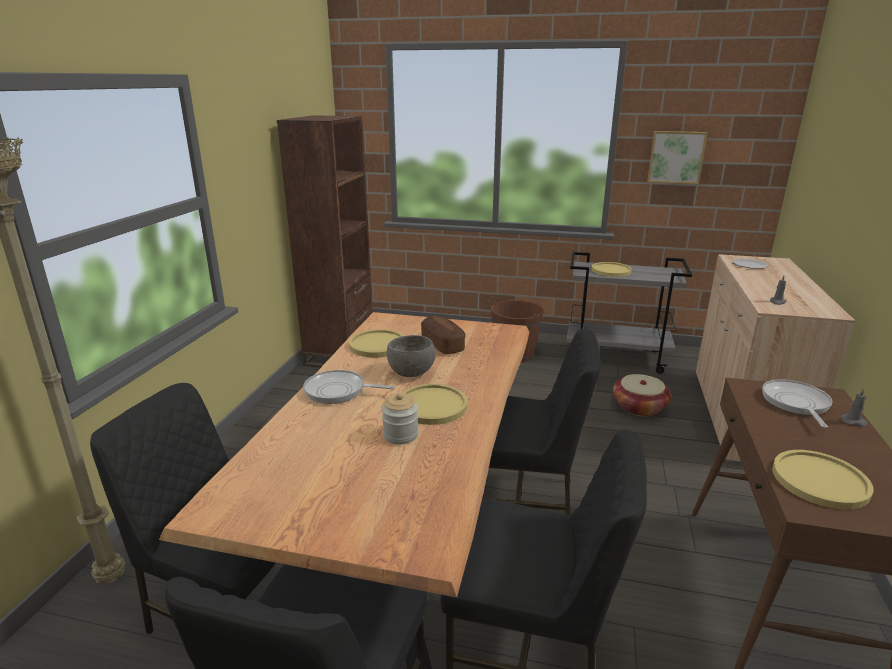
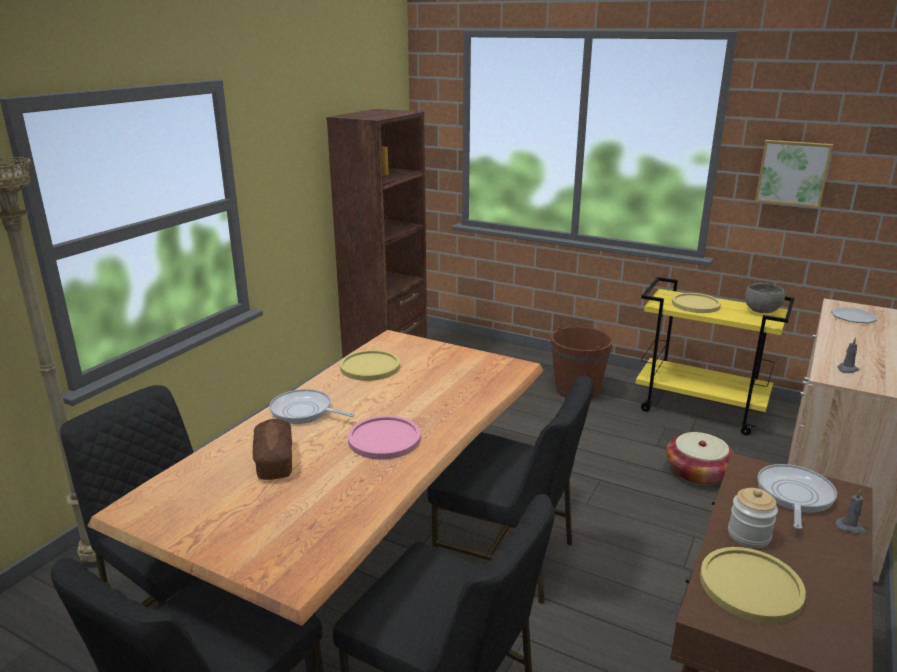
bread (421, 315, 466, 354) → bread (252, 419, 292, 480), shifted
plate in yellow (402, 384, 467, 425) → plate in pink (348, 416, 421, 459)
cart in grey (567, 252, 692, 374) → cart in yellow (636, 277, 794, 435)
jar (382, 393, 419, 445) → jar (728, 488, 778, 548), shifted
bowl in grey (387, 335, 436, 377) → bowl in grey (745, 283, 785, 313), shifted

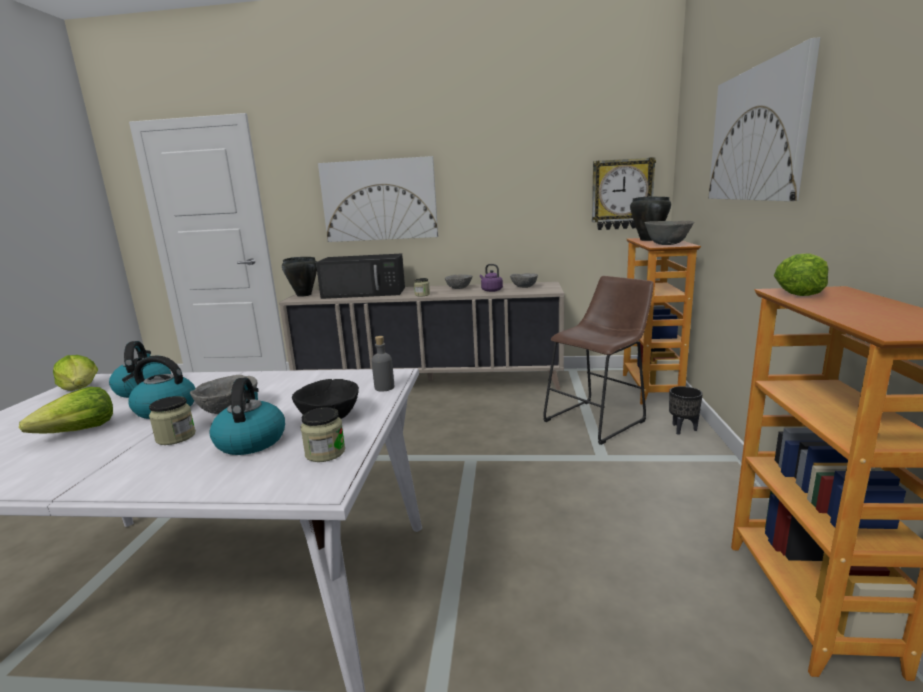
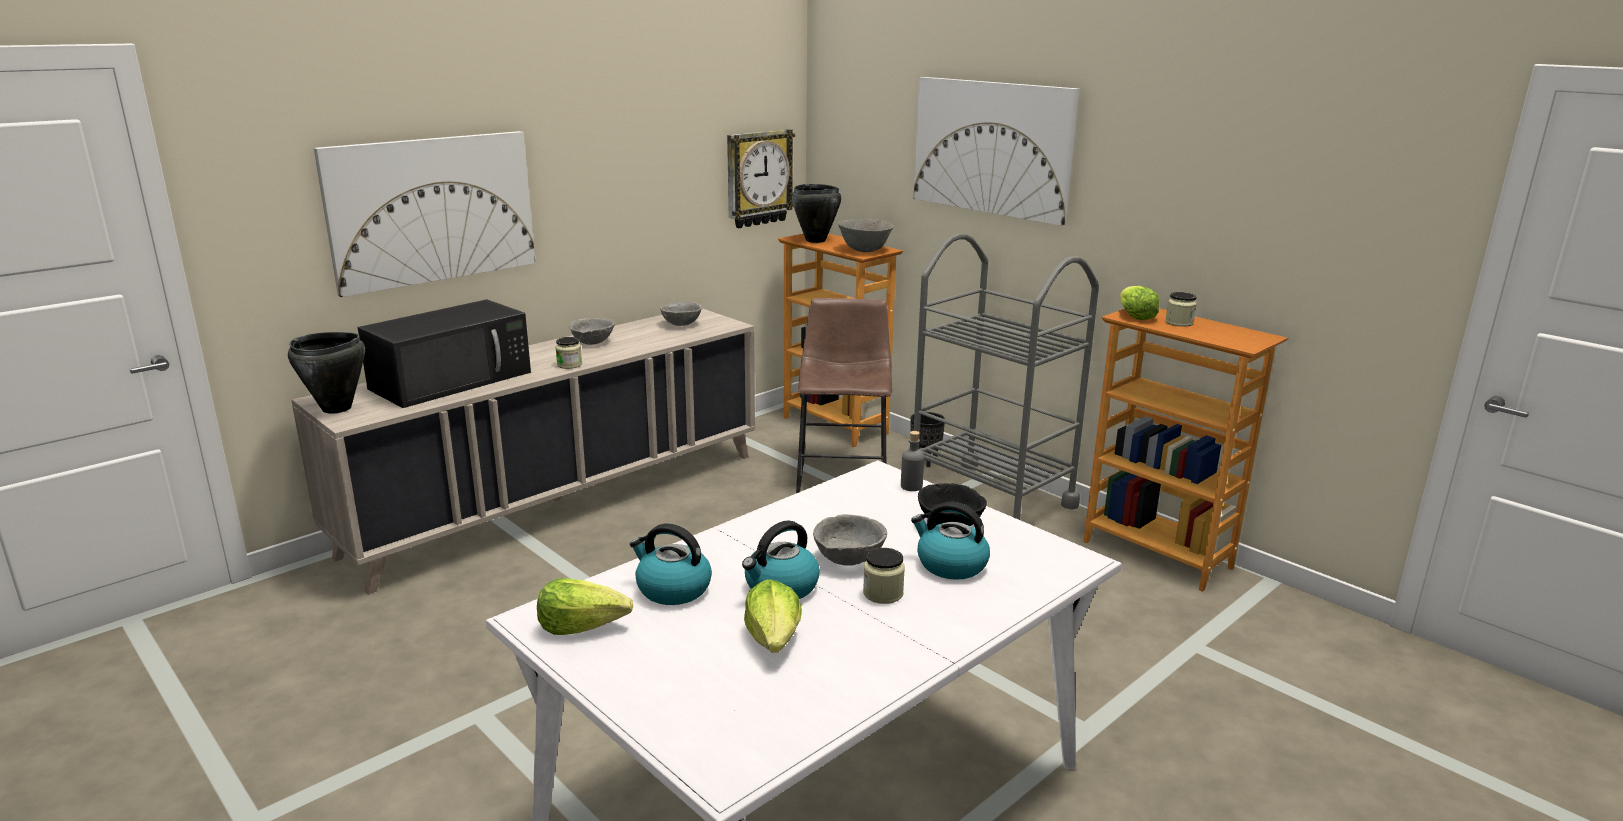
- → cart in grey (914, 233, 1099, 520)
jar (301, 407, 345, 462) → jar (1165, 292, 1197, 327), shifted
kettle in purple (480, 264, 503, 292) → -

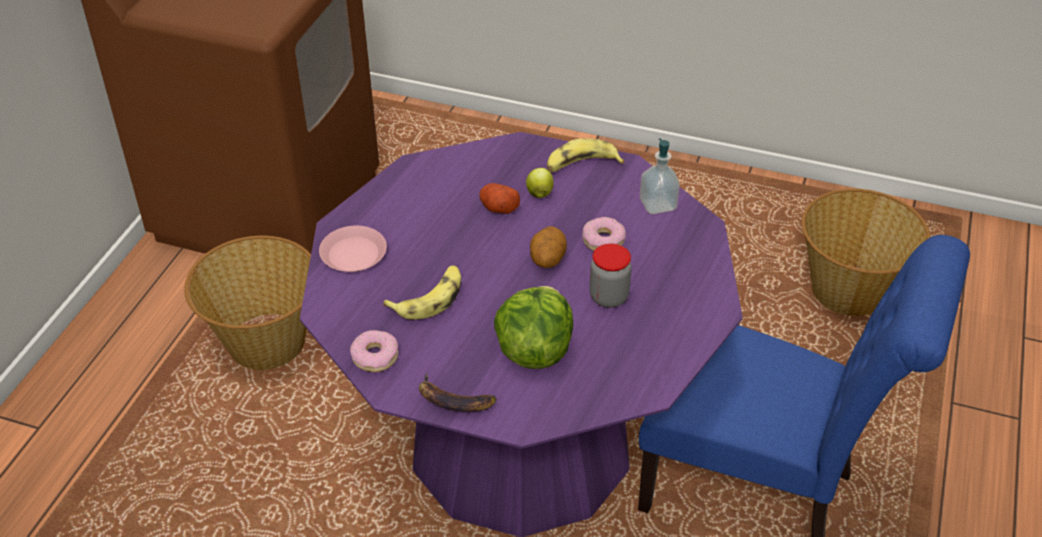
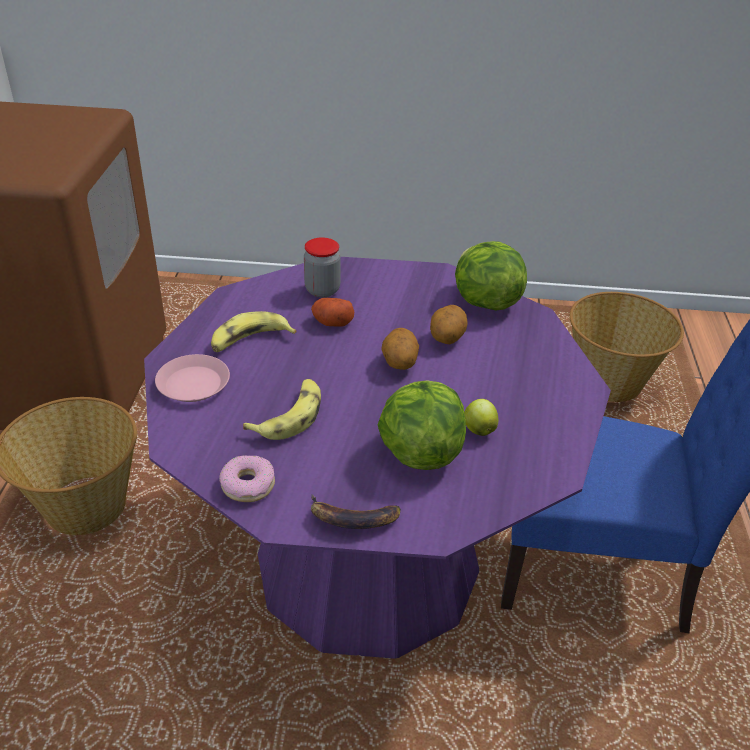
banana (547, 138, 624, 172) → banana (211, 311, 297, 352), shifted
jar (589, 244, 632, 308) → jar (304, 237, 340, 297), shifted
donut (582, 217, 626, 251) → potato (430, 305, 468, 344)
soap dispenser (639, 138, 680, 214) → lettuce (455, 241, 527, 311)
apple (526, 168, 554, 198) → apple (464, 399, 498, 436), shifted

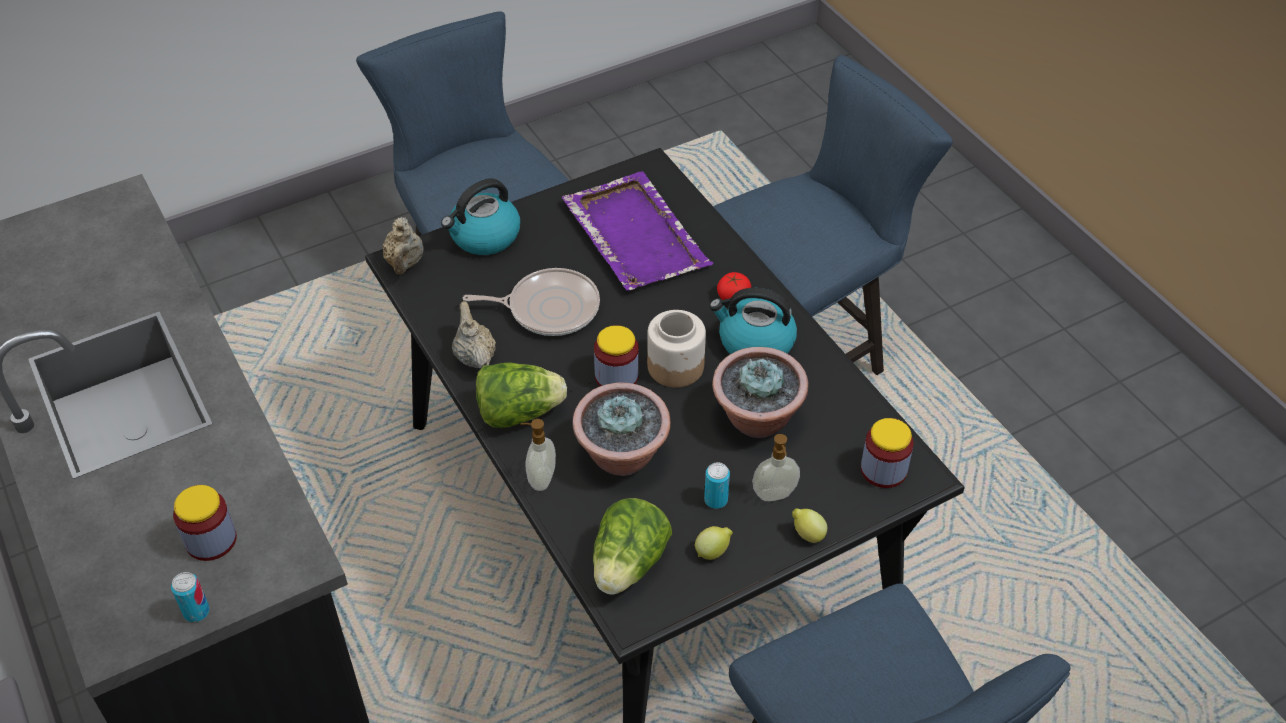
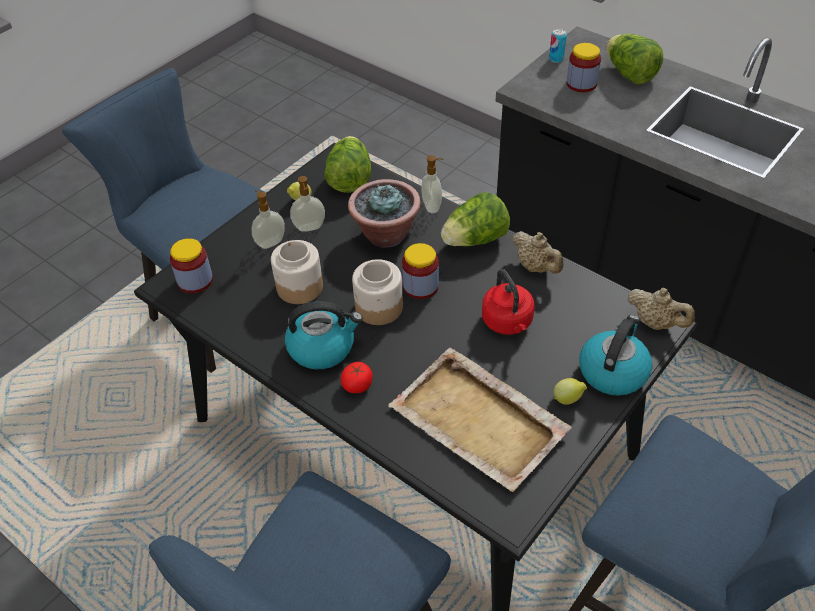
potted plant (712, 347, 808, 438) → jar (271, 240, 323, 304)
can (704, 462, 730, 509) → soap dispenser (290, 176, 325, 232)
tray in purple (562, 171, 713, 291) → tray in beige (388, 348, 571, 492)
frying pan (463, 268, 600, 336) → kettle in red (482, 269, 534, 335)
lemon (792, 508, 827, 543) → lemon (553, 378, 587, 405), shifted
- → lettuce (606, 34, 663, 85)
teapot in beige (383, 217, 424, 275) → teapot in beige (627, 288, 695, 330), 150 degrees clockwise

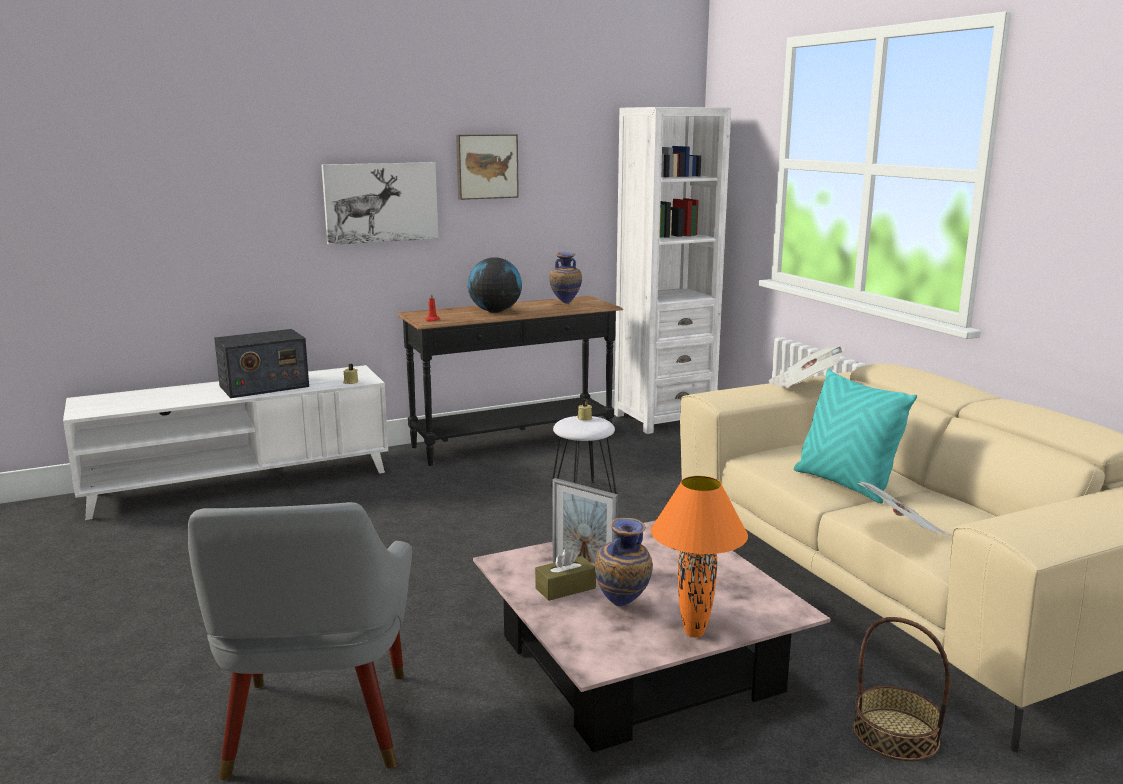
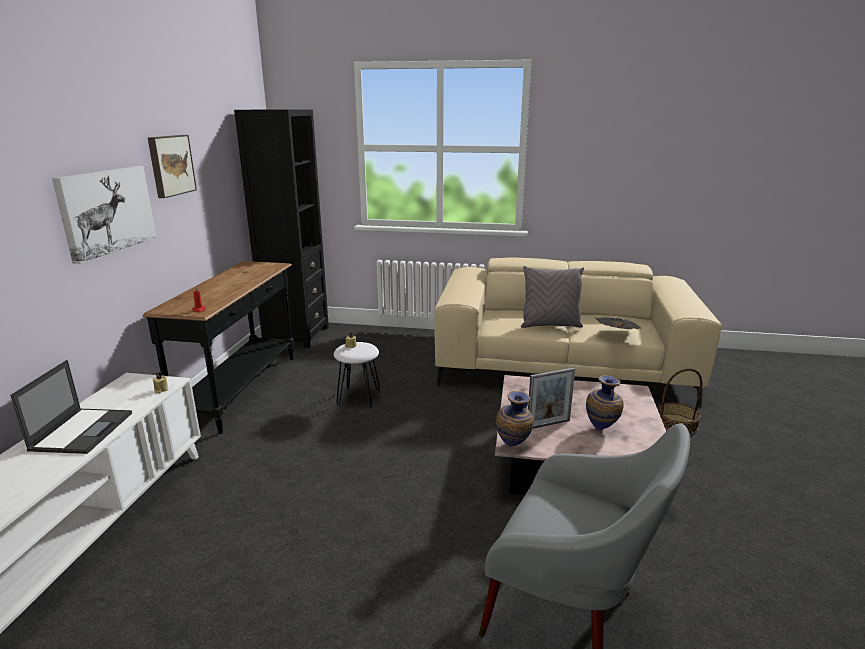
radio (214, 329, 309, 398) → laptop (10, 360, 132, 454)
bookcase in white (614, 107, 731, 434) → bookcase in black (234, 109, 329, 348)
vase (550, 252, 582, 304) → vase (496, 391, 534, 446), shifted
pillow in turquoise (794, 369, 917, 503) → pillow in grey (521, 266, 584, 328)
globe (468, 257, 522, 313) → -
tissue box in brown (535, 547, 596, 601) → -
table lamp in orange (651, 476, 748, 638) → -
newspaper (768, 346, 846, 388) → -

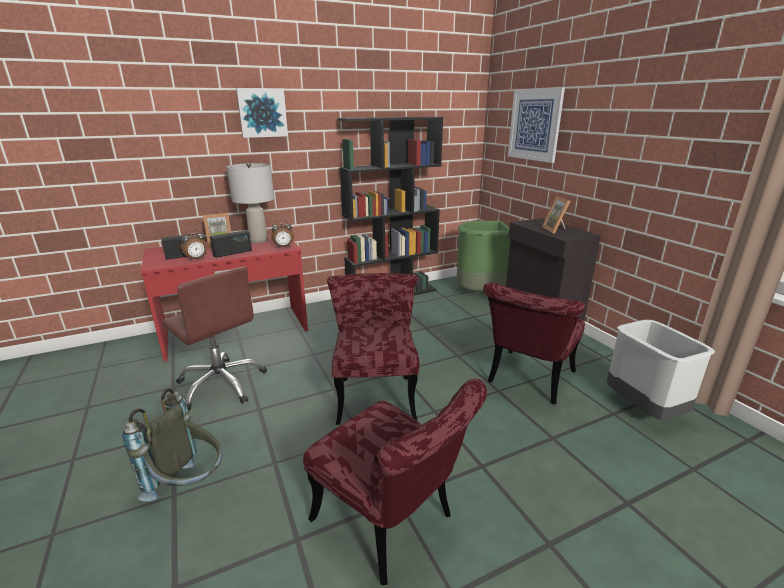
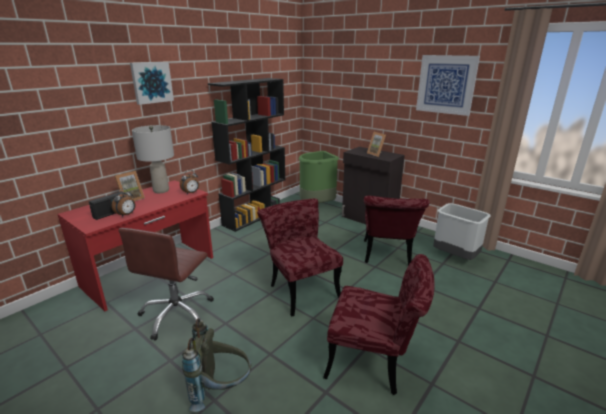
office chair in brown (162, 266, 267, 411) → office chair in brown (118, 228, 214, 340), 90 degrees clockwise
picture (508, 88, 565, 163) → picture (416, 55, 480, 116), shifted
radio (210, 230, 252, 258) → -

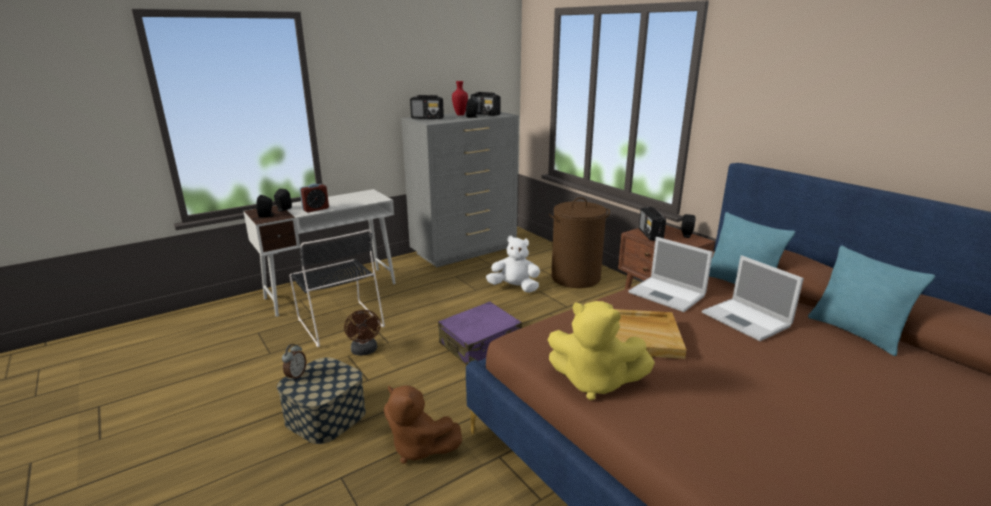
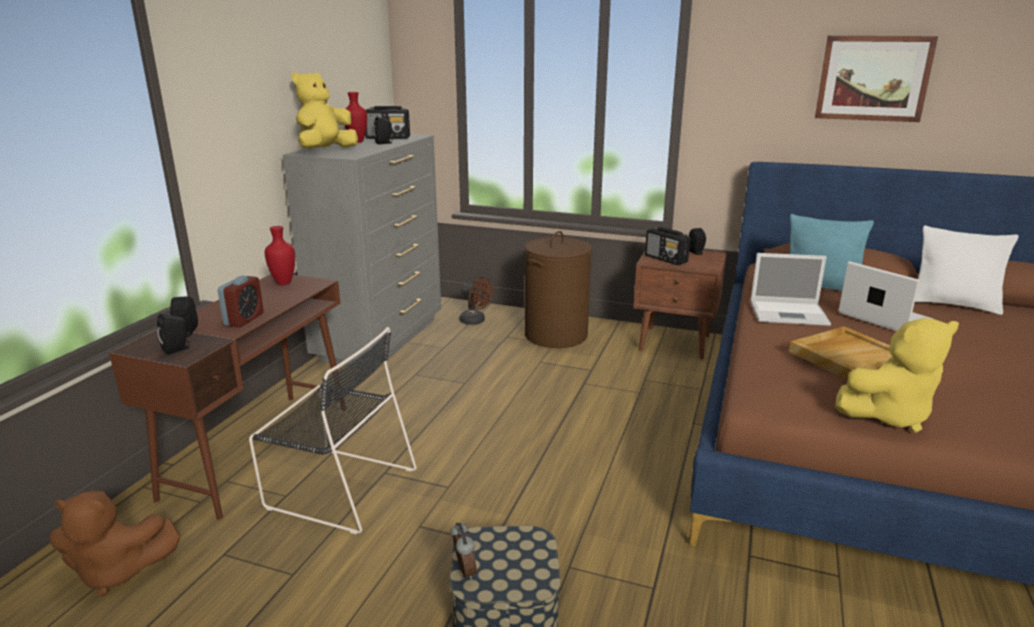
plush toy in brown (384, 385, 462, 464) → plush toy in brown (50, 490, 181, 597), shifted
desk in white (243, 189, 396, 317) → desk in brown (109, 274, 346, 520)
- → vase in red (265, 226, 295, 285)
radio (410, 95, 444, 119) → plush toy in yellow (292, 72, 358, 149)
fan in brown (344, 310, 381, 356) → fan in brown (460, 277, 493, 325), shifted
- → picture (815, 36, 938, 122)
laptop (702, 255, 804, 341) → laptop (839, 261, 933, 331), 150 degrees counterclockwise
pillow in turquoise (808, 246, 935, 356) → pillow in white (915, 225, 1019, 315)
suitcase in purple (438, 301, 522, 366) → -
plush toy in white (486, 236, 540, 293) → -

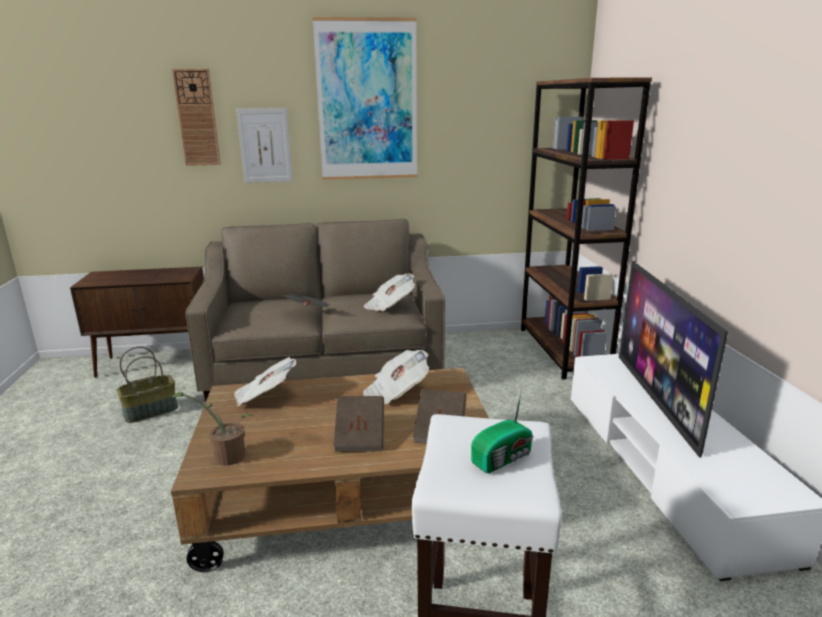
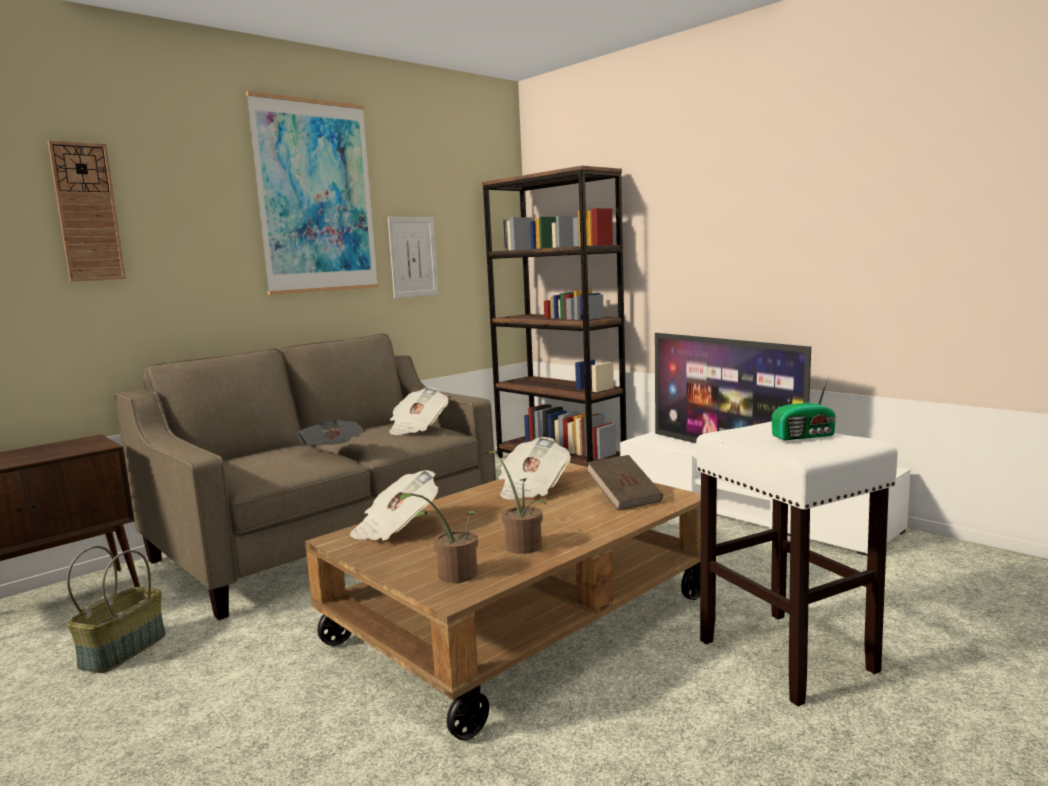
picture (236, 108, 293, 183) → picture (388, 217, 439, 298), shifted
- → potted plant (487, 450, 547, 554)
radio (471, 389, 533, 473) → radio (772, 377, 836, 441), 60 degrees clockwise
book in brown (333, 396, 384, 452) → -

